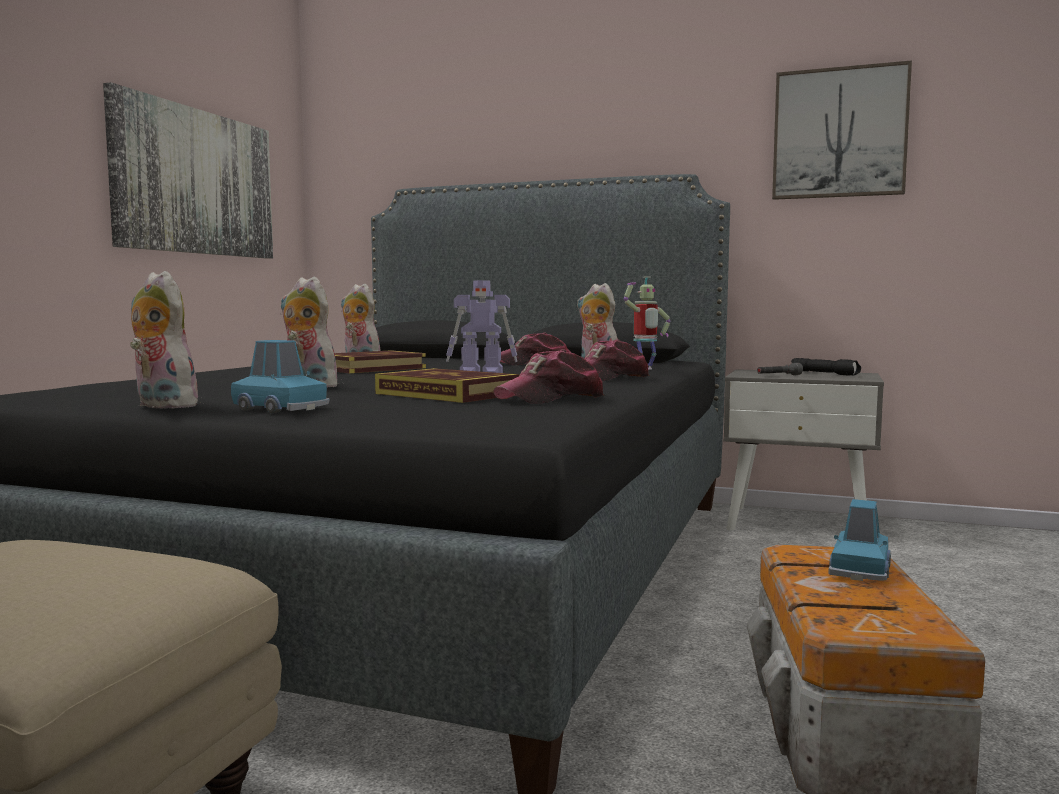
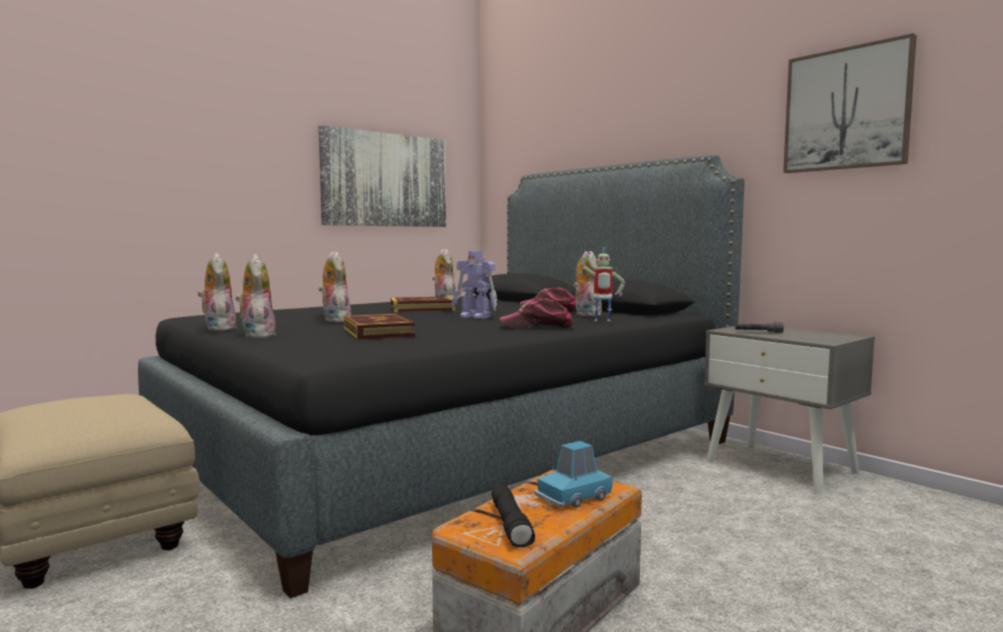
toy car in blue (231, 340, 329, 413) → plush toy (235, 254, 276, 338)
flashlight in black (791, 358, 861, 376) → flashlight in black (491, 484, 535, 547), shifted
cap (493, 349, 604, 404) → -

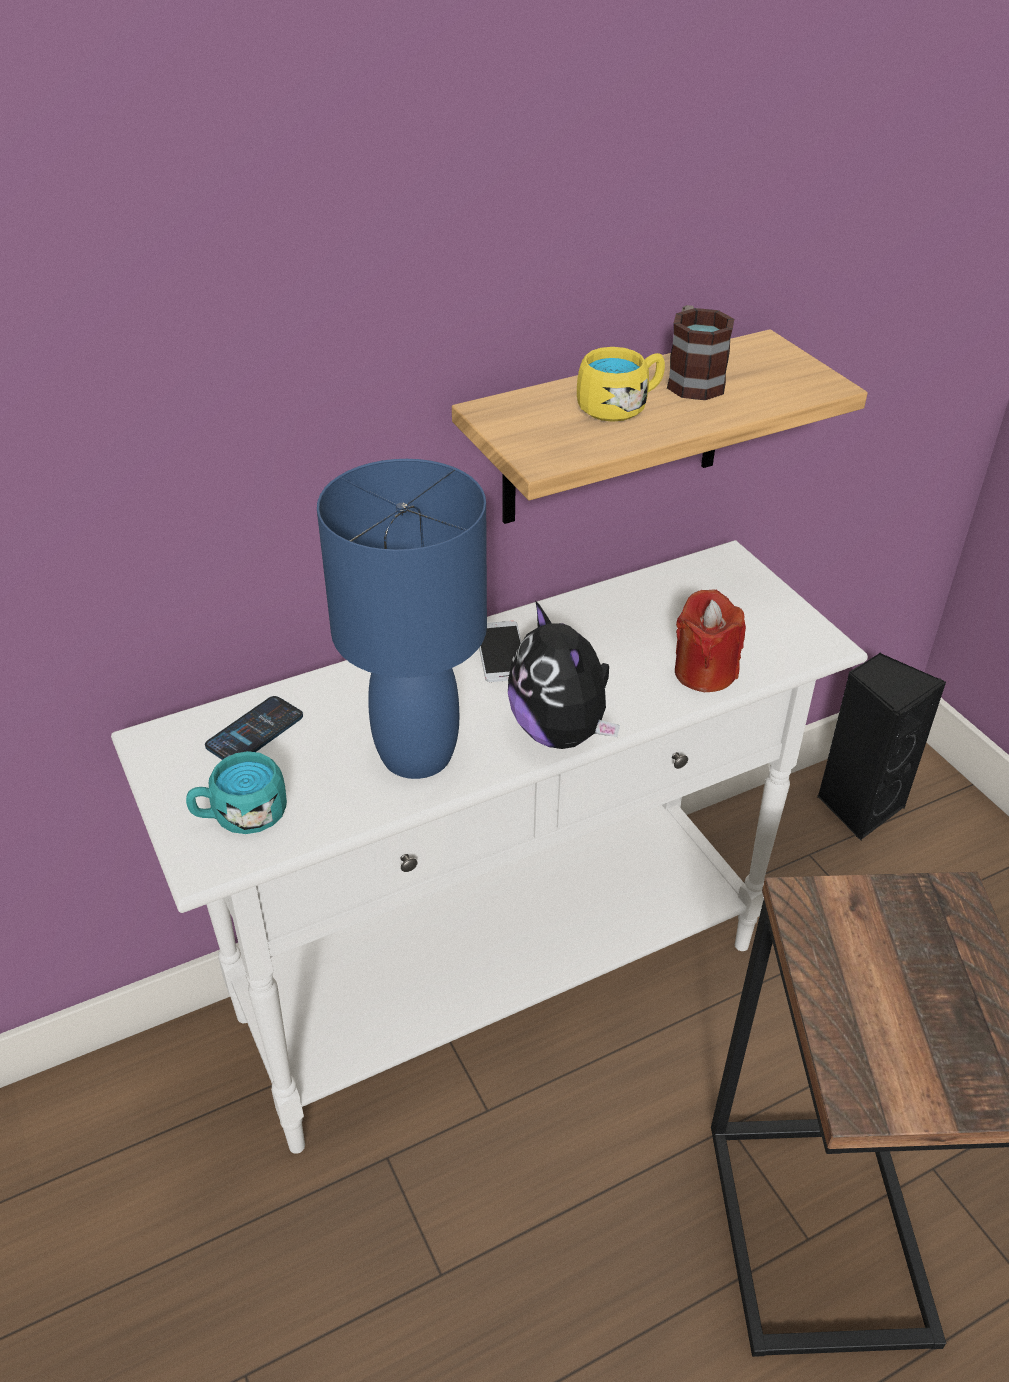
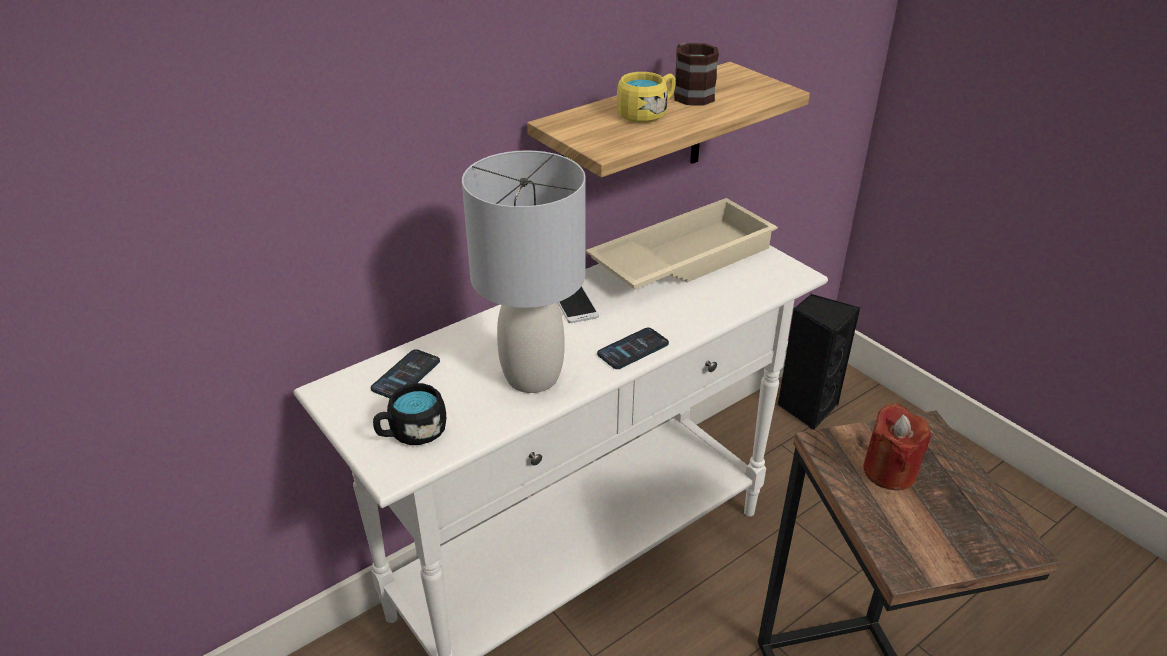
mug in turquoise (186, 751, 287, 834) → mug in black (373, 383, 446, 445)
table lamp in blue (317, 459, 487, 779) → table lamp in grey (462, 150, 586, 393)
- → tray in beige (586, 198, 778, 289)
plush toy (508, 600, 620, 749) → phone (597, 328, 669, 369)
candle in red (675, 589, 746, 692) → candle in red (863, 404, 931, 491), shifted

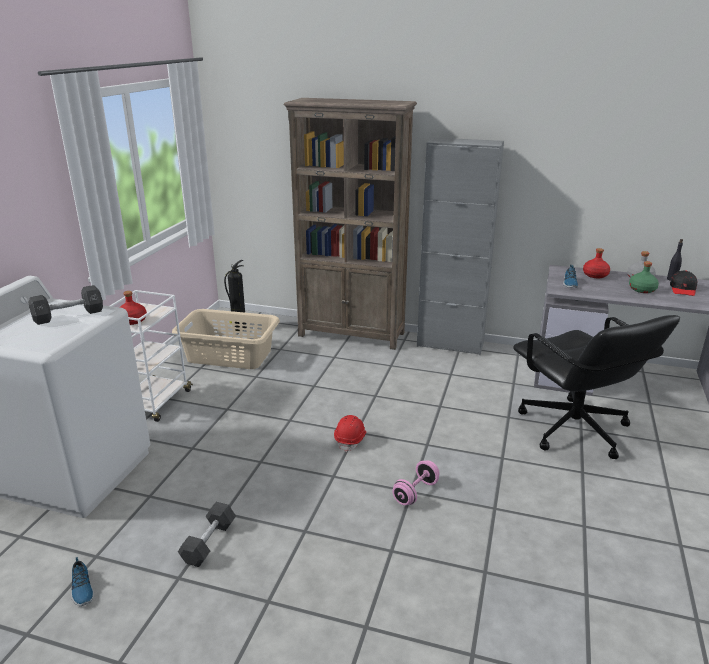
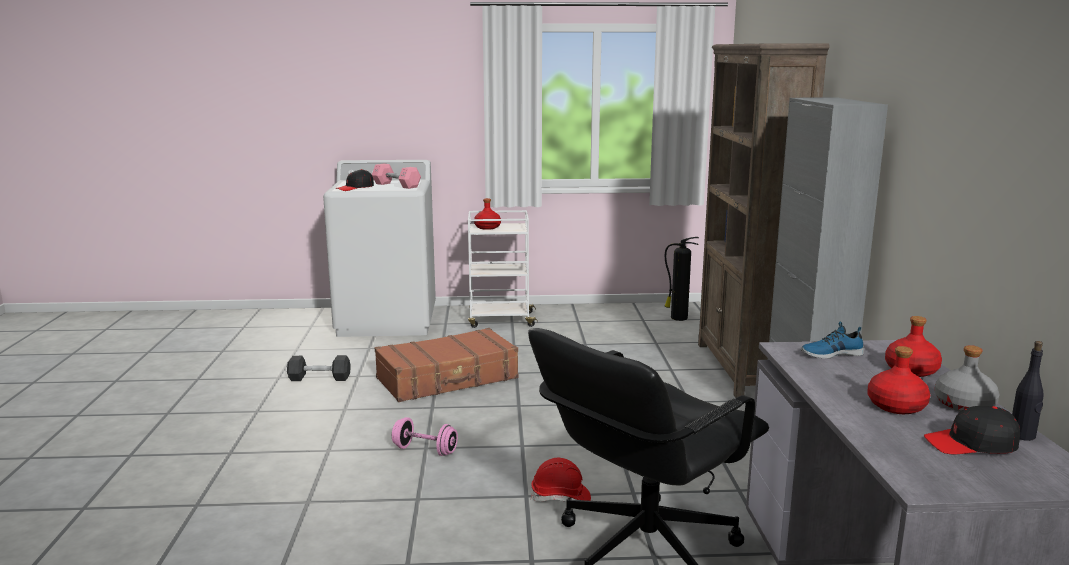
- → cap in black (336, 169, 374, 191)
dumbbell in black (28, 285, 103, 325) → dumbbell in pink (372, 164, 421, 189)
- → suitcase in brown (375, 328, 518, 402)
hard hat in red (334, 415, 367, 452) → hard hat in red (531, 458, 591, 502), shifted
bottle in green (629, 261, 659, 293) → bottle in red (867, 346, 930, 414)
shoe (71, 557, 94, 606) → -
laundry basket in beige (172, 309, 280, 369) → -

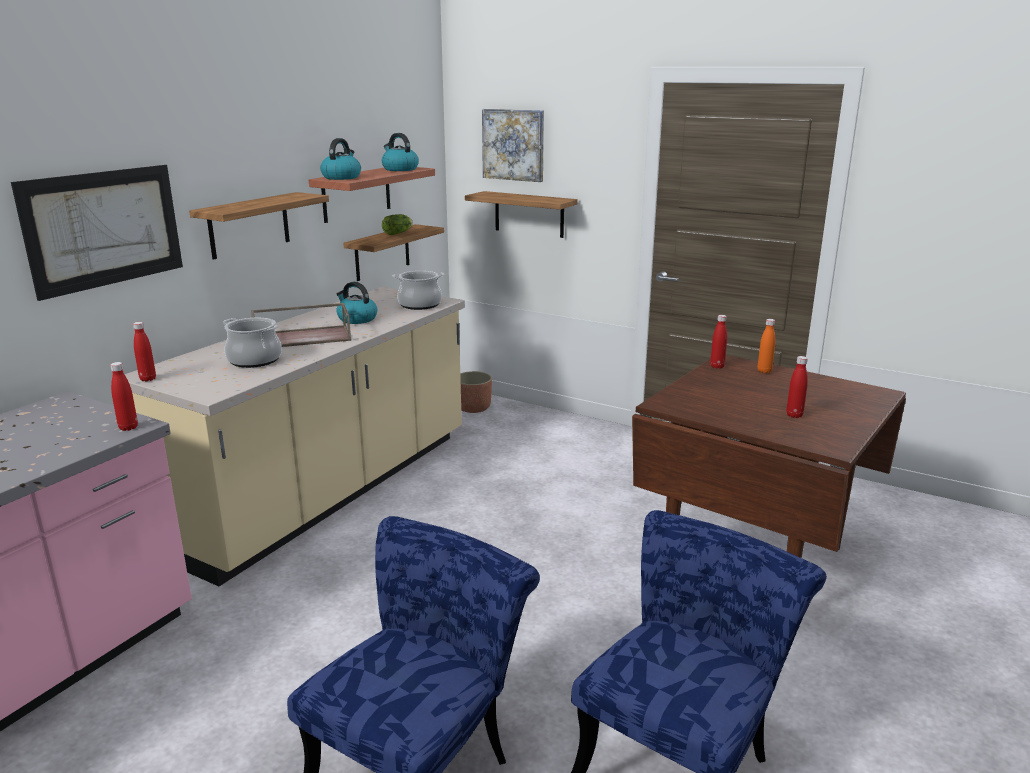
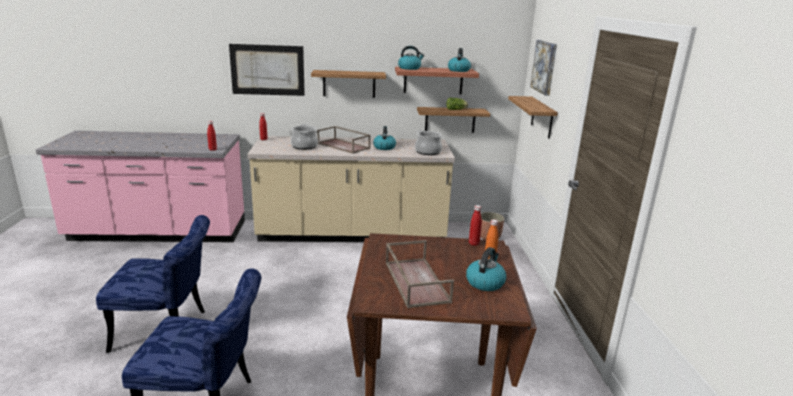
bottle in red (786, 356, 808, 418) → tray in brown (386, 240, 454, 308)
- → kettle (466, 247, 507, 291)

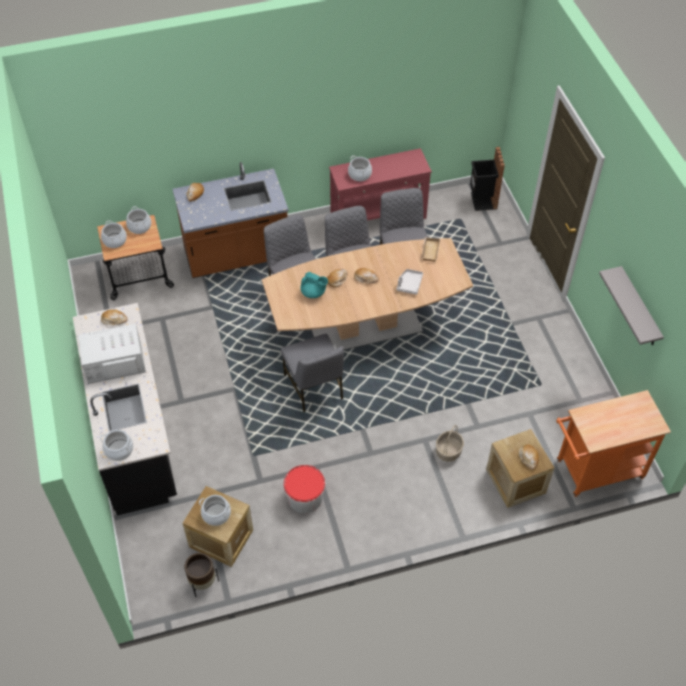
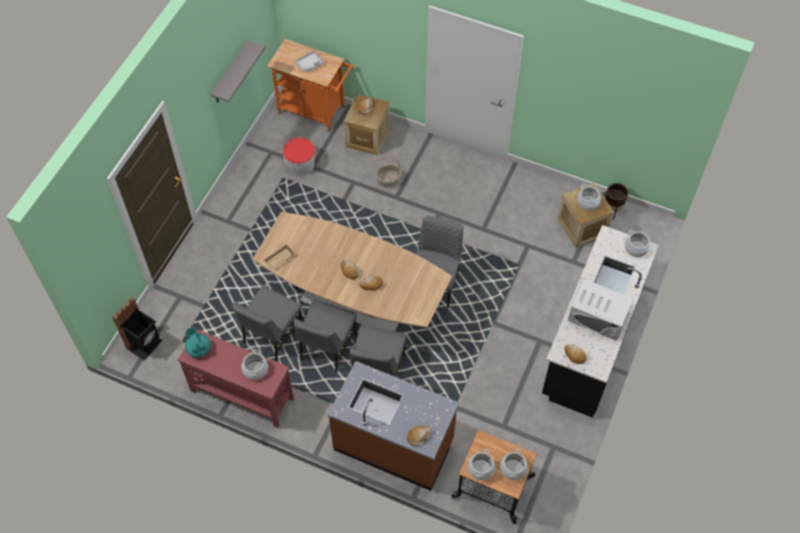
teapot in turquoise (300, 272, 328, 298) → teapot in turquoise (185, 327, 211, 358), shifted
bucket (283, 465, 326, 513) → bucket (283, 137, 316, 176), shifted
tray in grey (397, 269, 423, 295) → tray in grey (295, 51, 324, 72), shifted

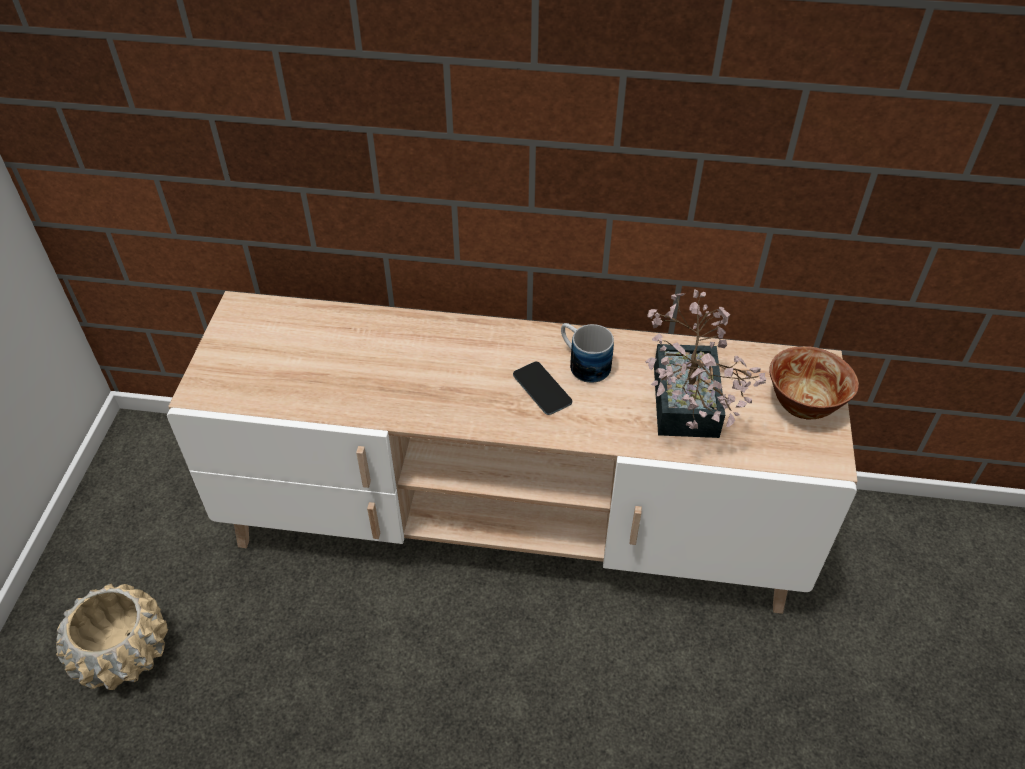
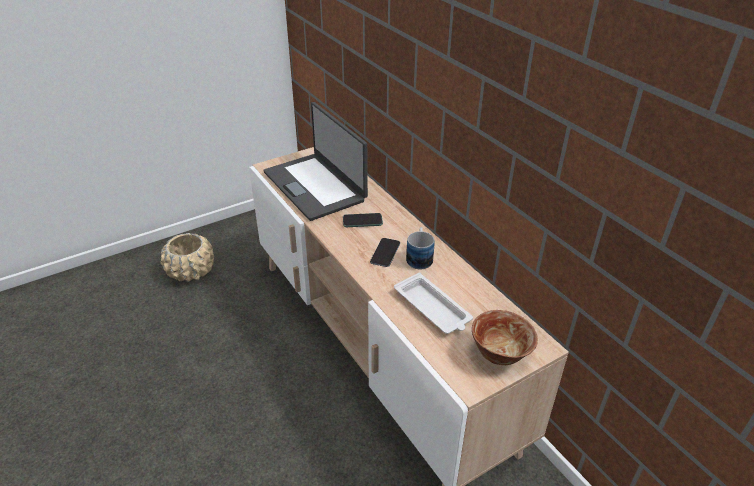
- → laptop (263, 102, 368, 221)
- → phone (343, 213, 383, 227)
potted plant (645, 289, 766, 438) → tray in white (394, 273, 473, 334)

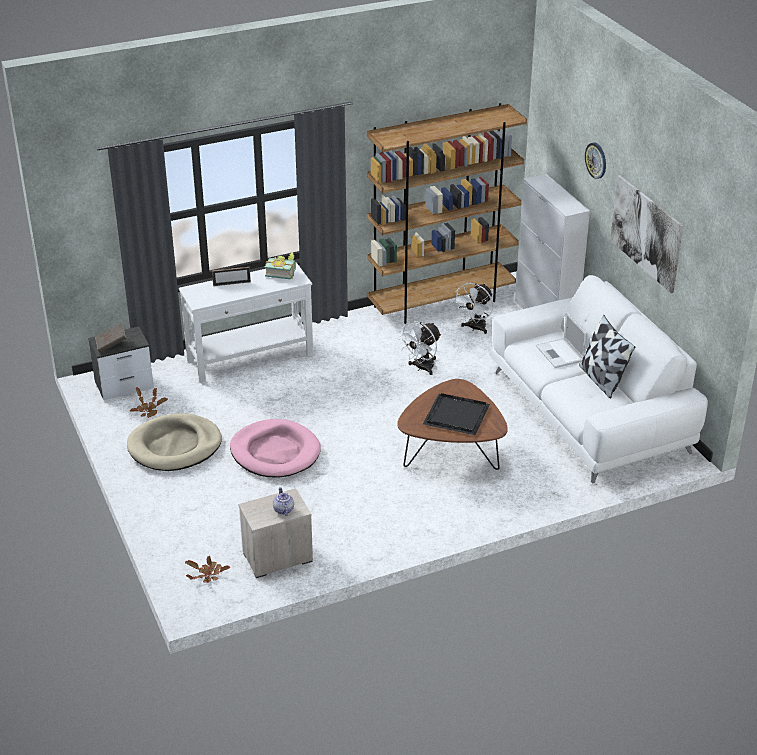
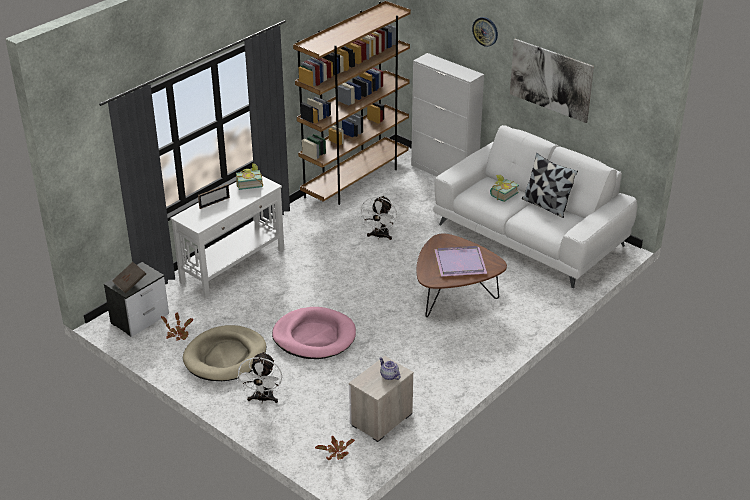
fan in white (453, 283, 493, 334) → fan in white (237, 351, 282, 403), shifted
tray in black (423, 393, 490, 435) → tray in purple (434, 246, 487, 276)
laptop (536, 312, 588, 368) → book (490, 175, 519, 202)

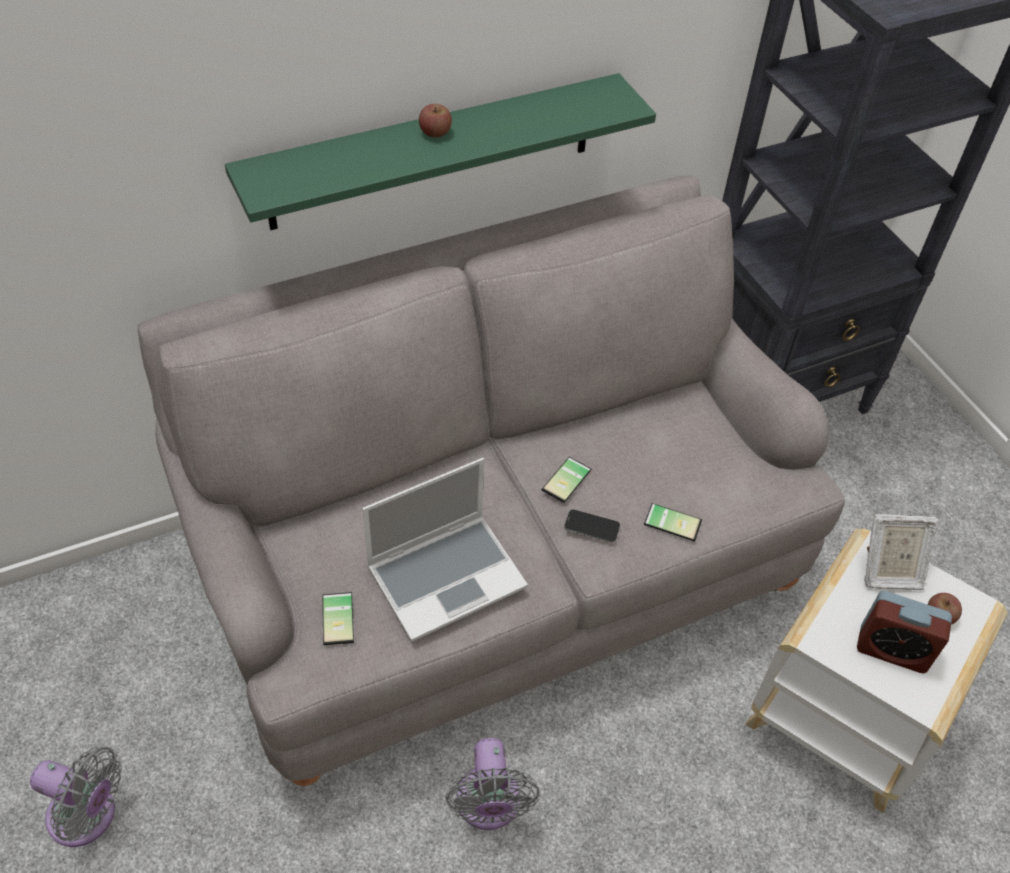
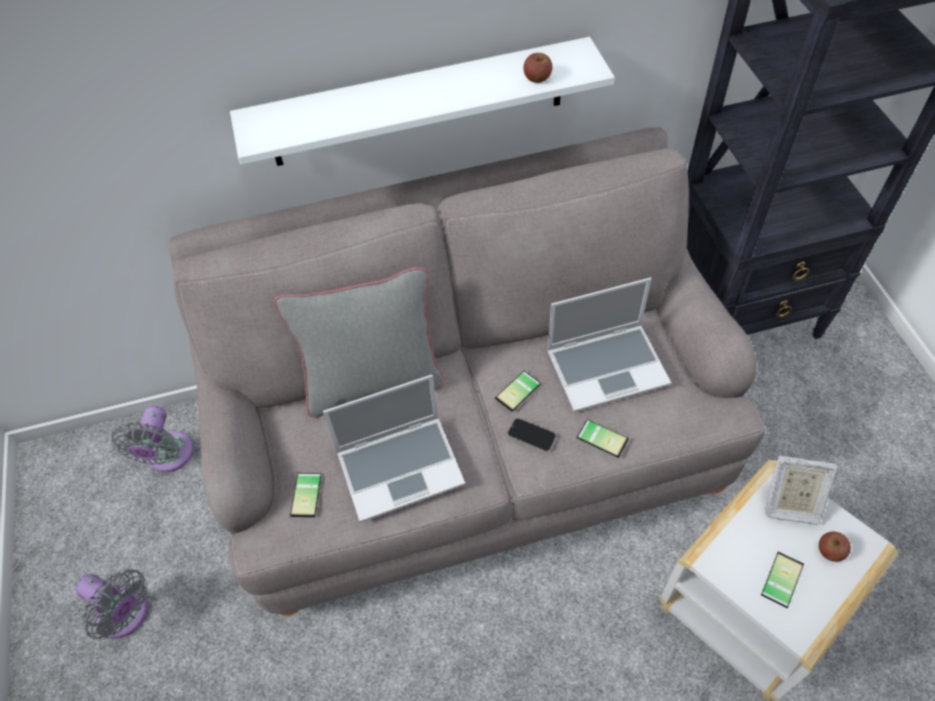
fan in grey (446, 738, 539, 830) → fan in grey (111, 406, 193, 472), shifted
shelf in green (225, 73, 656, 230) → shelf in white (230, 37, 615, 166)
- → pillow in grey (274, 267, 446, 418)
apple (419, 104, 452, 138) → apple (524, 53, 552, 83), shifted
- → laptop (547, 278, 671, 412)
alarm clock (857, 591, 952, 673) → phone (761, 552, 804, 608)

